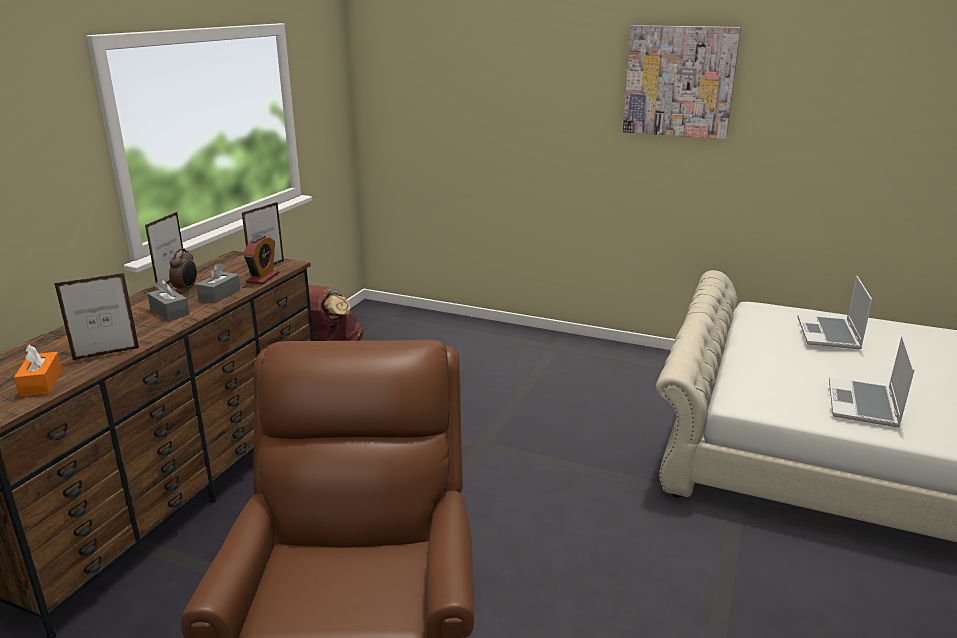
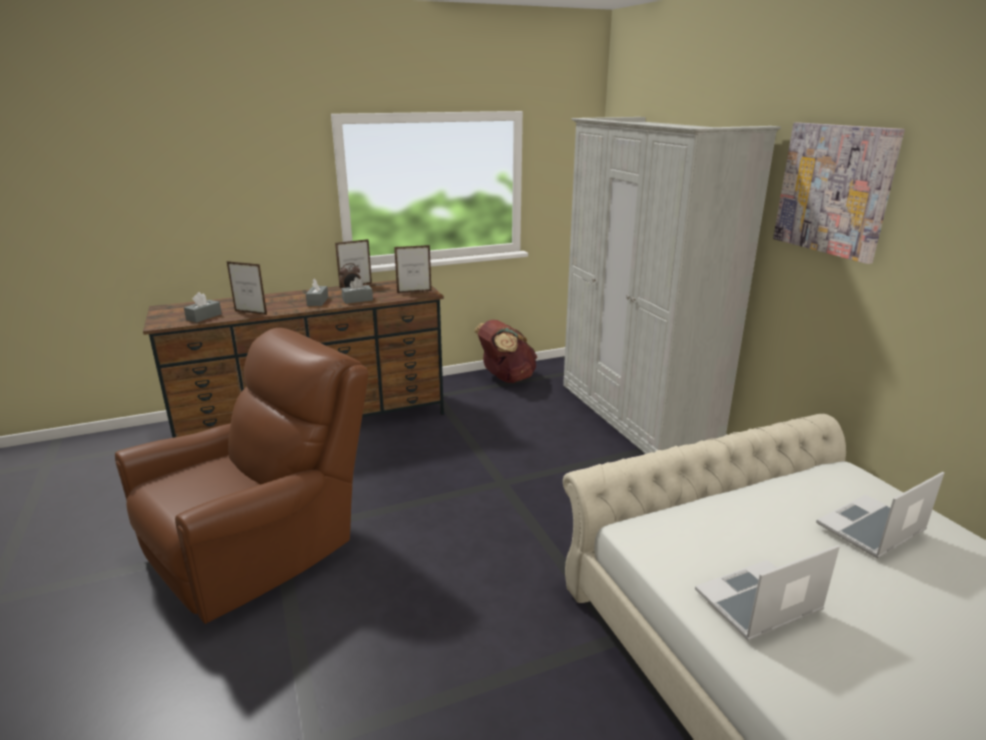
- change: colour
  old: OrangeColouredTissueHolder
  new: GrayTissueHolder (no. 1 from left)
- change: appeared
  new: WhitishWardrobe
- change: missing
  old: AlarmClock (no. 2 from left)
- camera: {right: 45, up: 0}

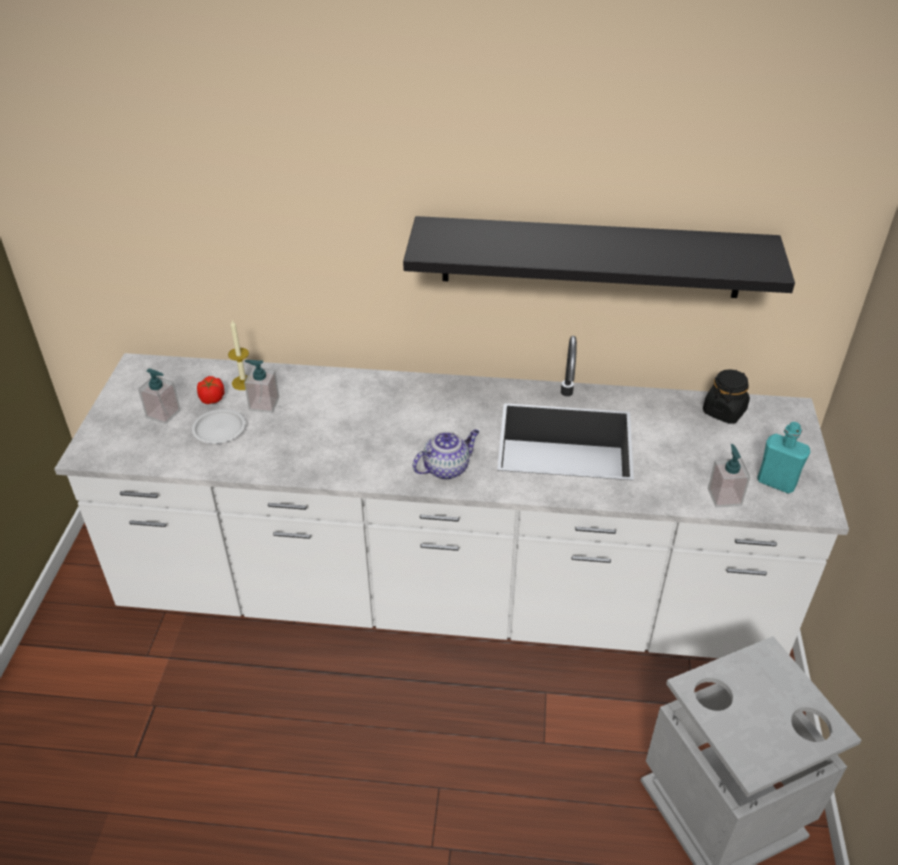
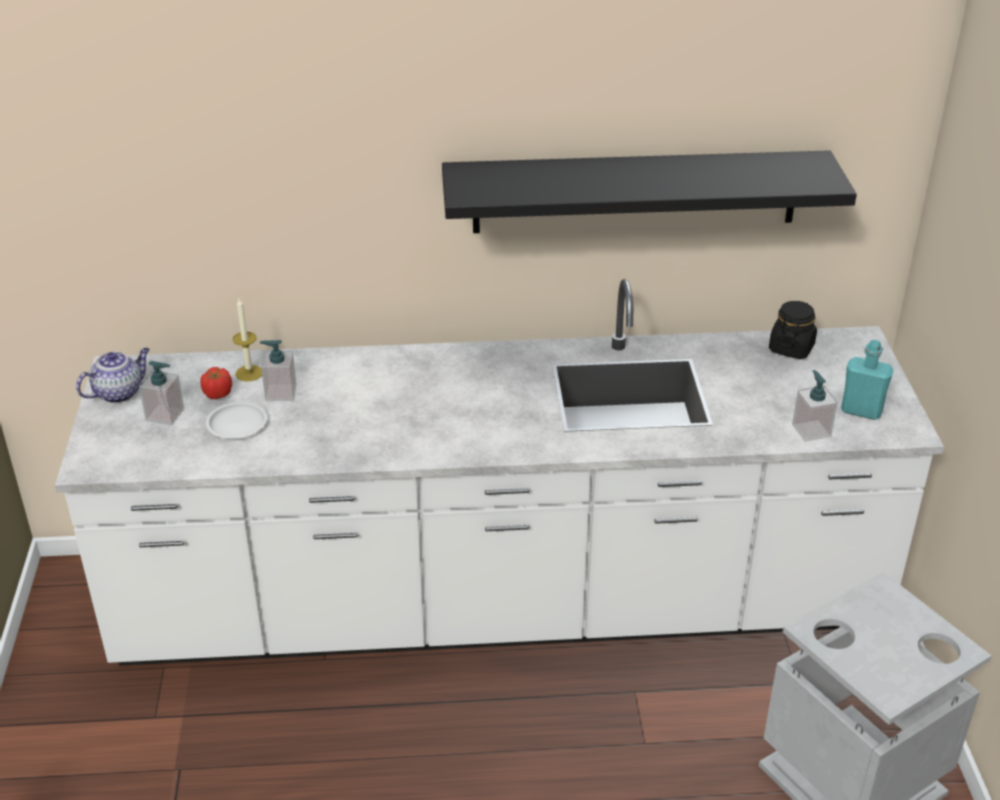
- change: relocated
  old: PotForTea
- camera: {right: -10, up: -5}

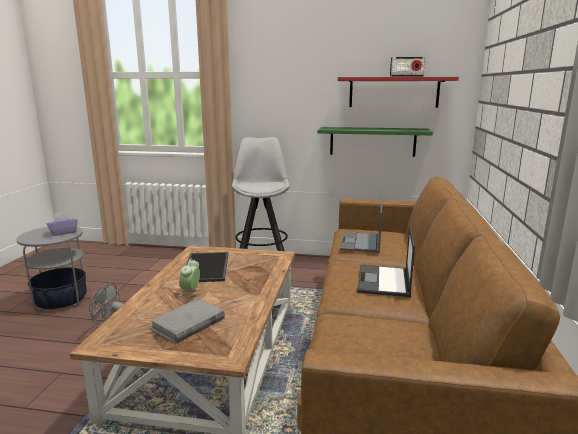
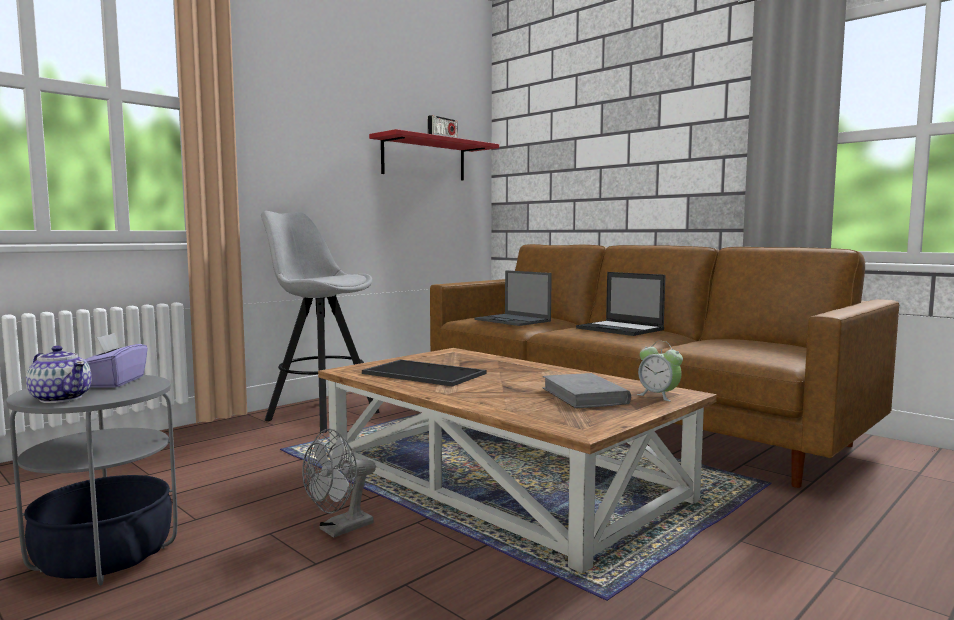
- change: appeared
  new: PotForTea
- change: relocated
  old: AlarmClock
- change: missing
  old: GreenShelf
- camera: {right: -55, up: -10}

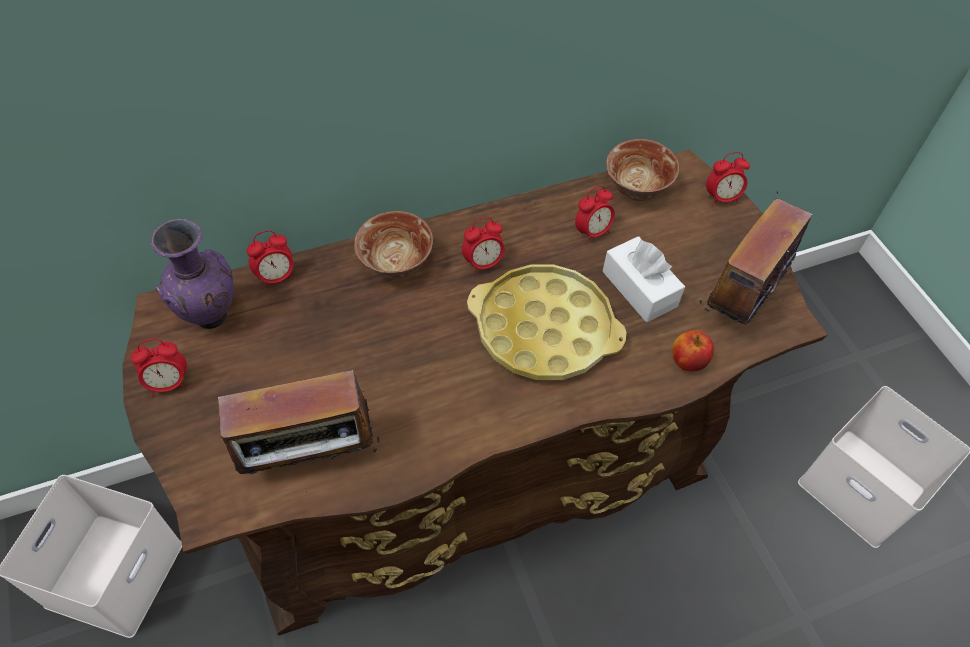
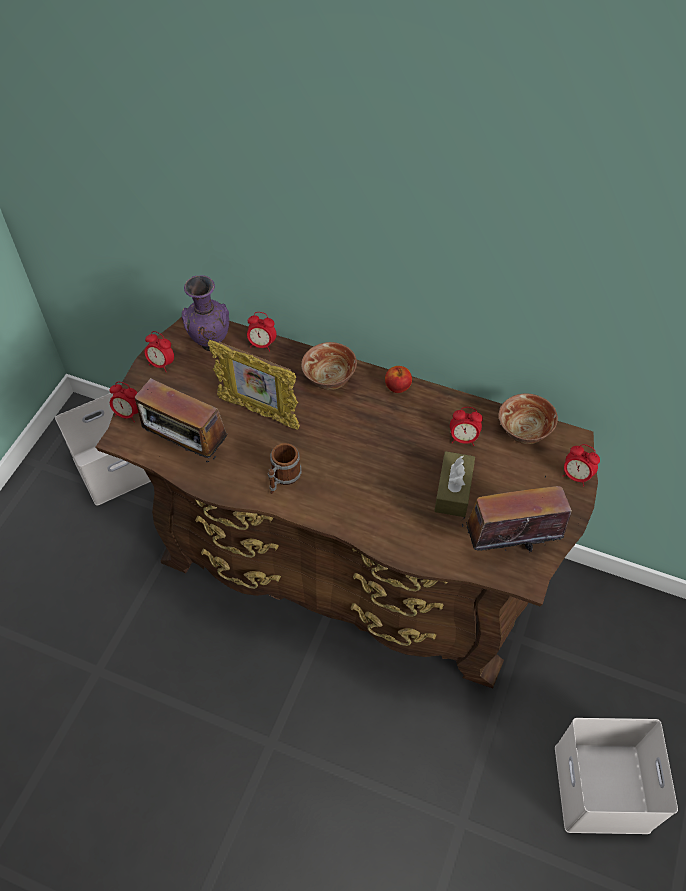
- change: relocated
  old: AlarmClock (no. 3 from left in the first image)
  new: AlarmClock (no. 1 from left)
- change: appeared
  new: PhotoFrame
- change: appeared
  new: CoffeeMug
- change: relocated
  old: Apple
- change: colour
  old: WhitishTissueHolder
  new: BrownColouredTissueHolder
- change: missing
  old: YellowTray
- camera: {right: 45, up: 0}

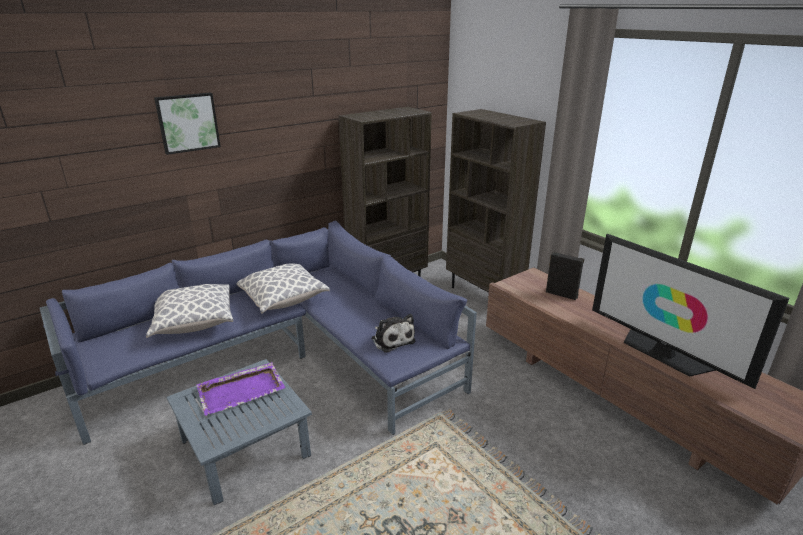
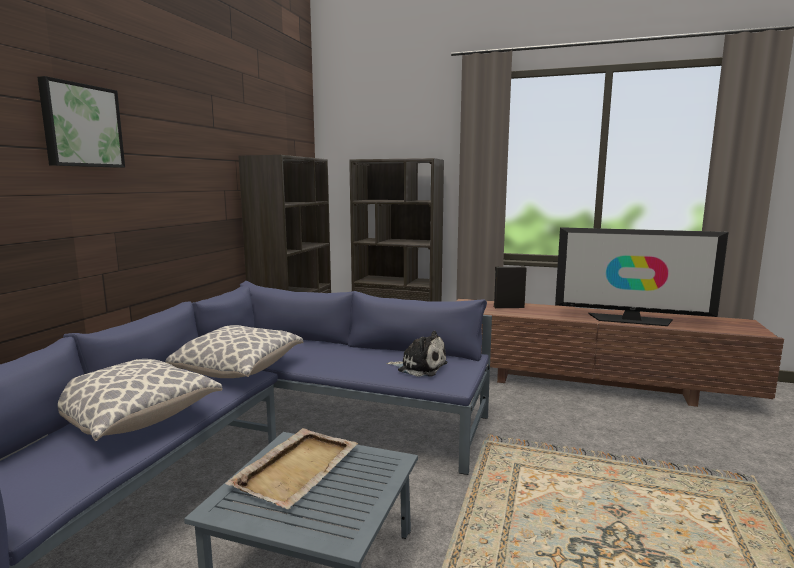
- change: colour
  old: PurpleColouredTray
  new: BeigeColouredTray
- camera: {right: -35, up: -15}

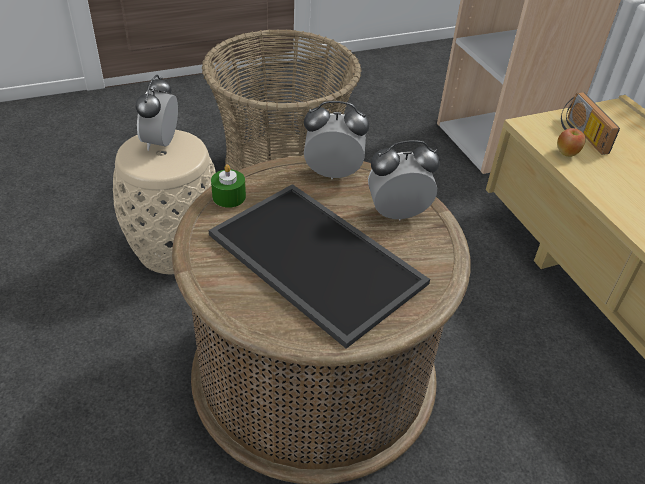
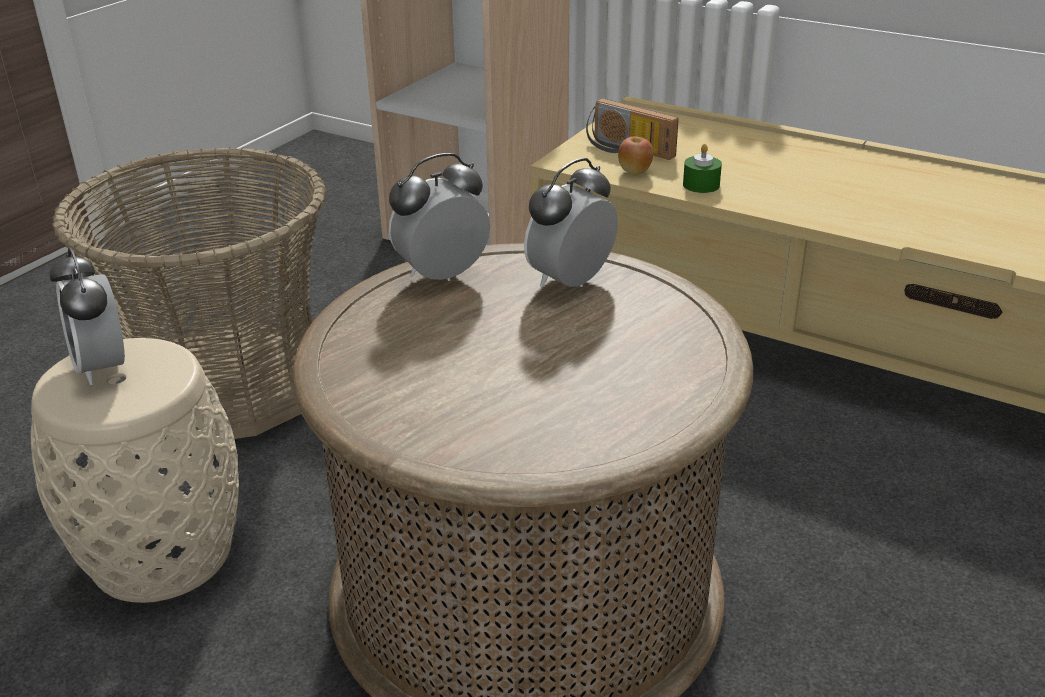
- change: relocated
  old: GreenCandle
- change: missing
  old: Tray
- camera: {right: -35, up: -10}

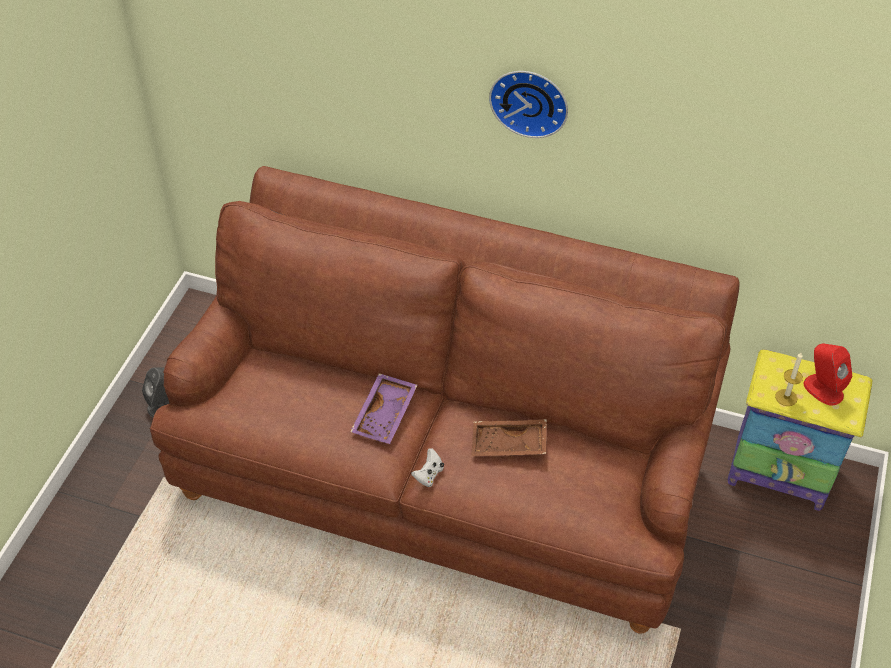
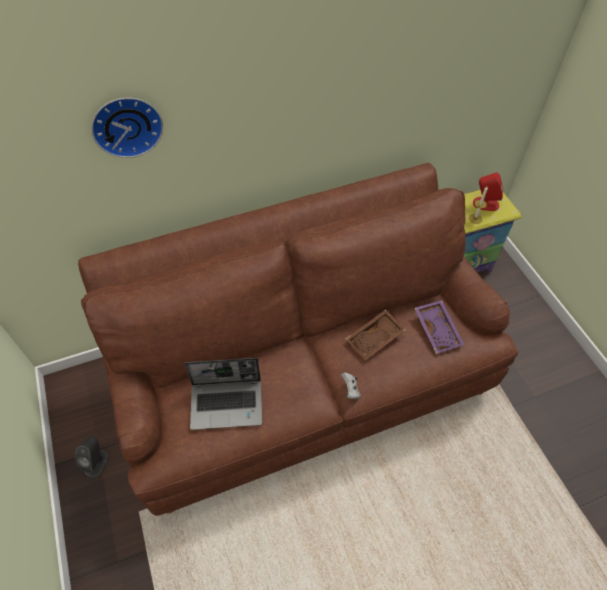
- change: relocated
  old: ClockOnTheWall
- change: appeared
  new: Laptop
- change: relocated
  old: PurpleColouredTray
- camera: {right: -40, up: 5}

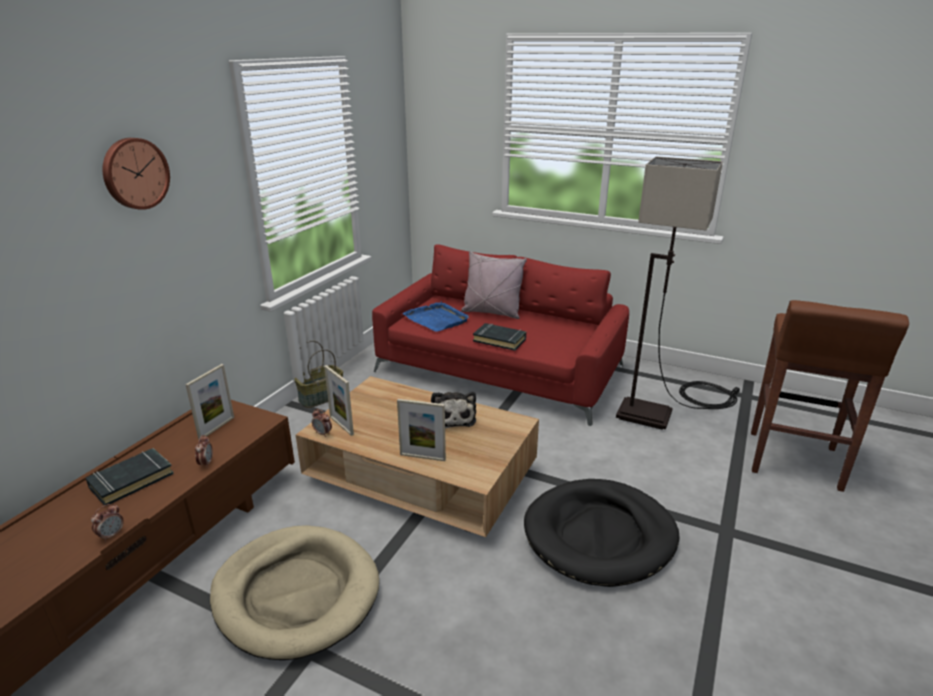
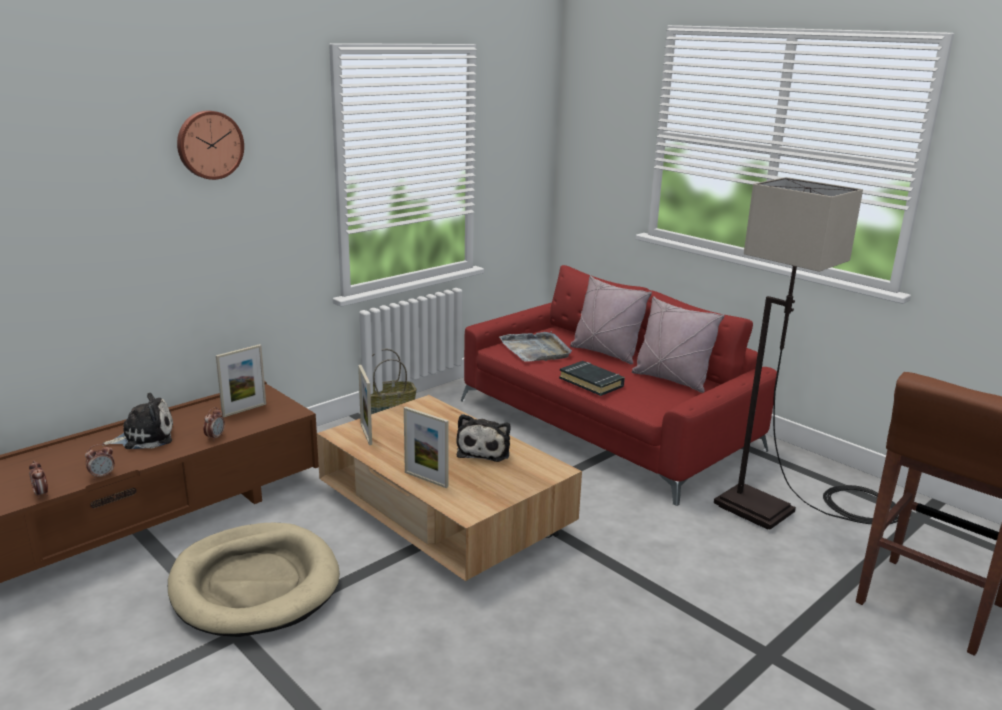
- change: relocated
  old: AlarmClock (no. 3 from left in the first image)
  new: AlarmClock (no. 1 from left)
- change: exchanged
  old: BlackBook (no. 1 from left)
  new: SoftToy (no. 1 from left)
- change: colour
  old: BlueColouredTray
  new: GrayTray
- change: appeared
  new: PurpleColouredCushion (no. 2 from left)
- change: missing
  old: BlackDogCushion
- camera: {right: 20, up: -5}

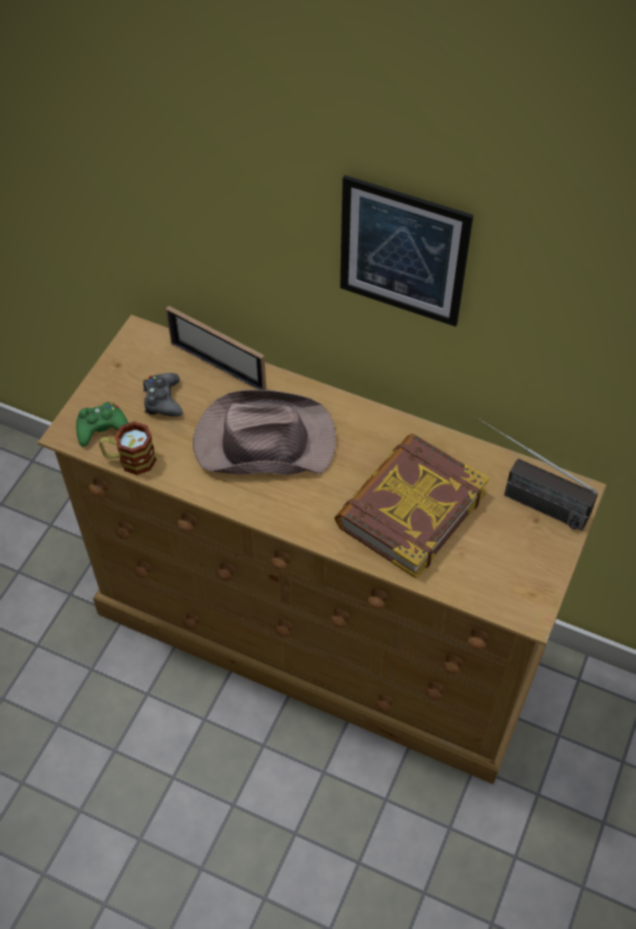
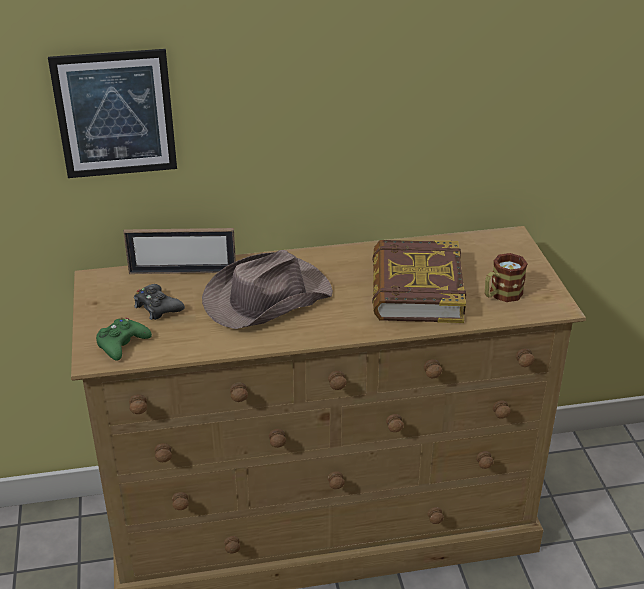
- change: relocated
  old: WallPicture
- change: relocated
  old: CoffeeMug
- change: missing
  old: RadioReceiver
- camera: {right: -35, up: -20}

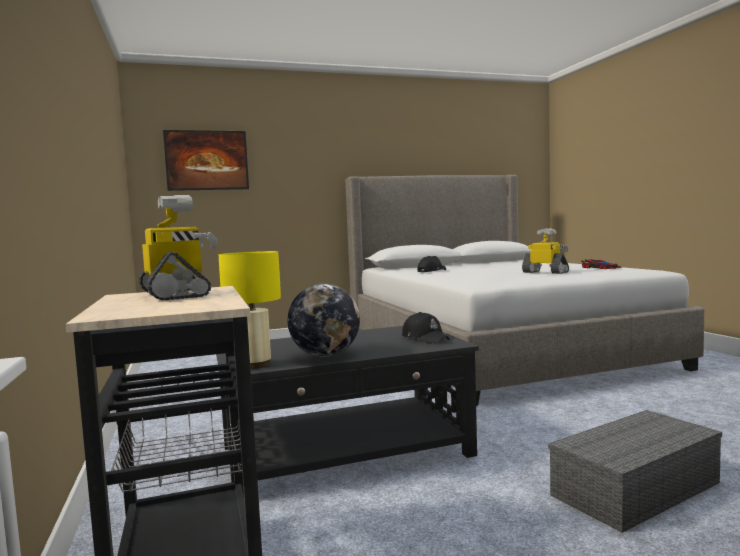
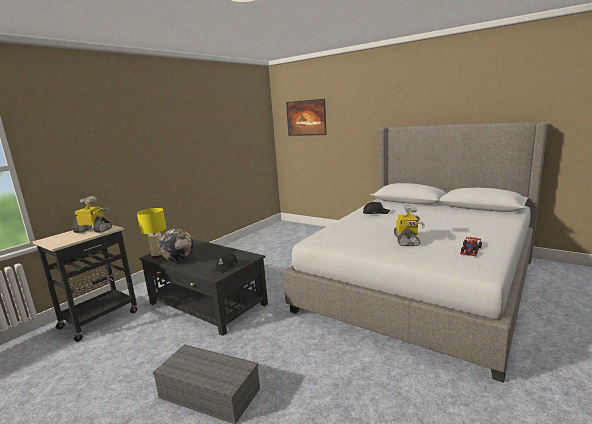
- change: spun
  old: ModelRobot (no. 1 from left)
  degrees: -105
- camera: {right: 55, up: 10}

